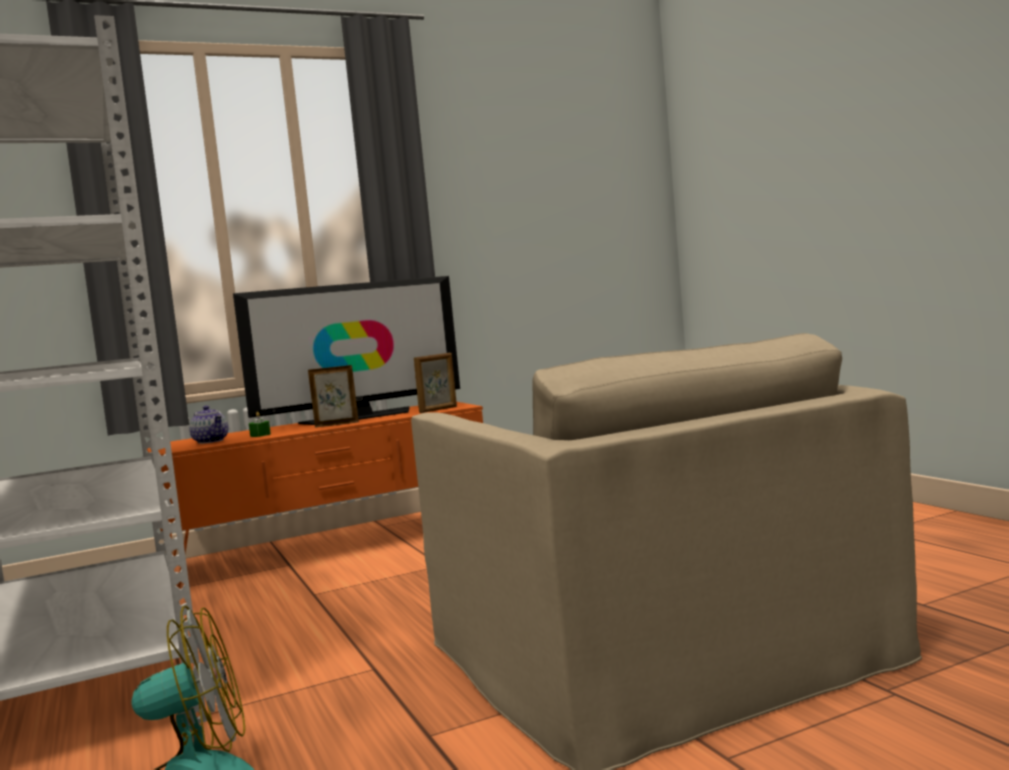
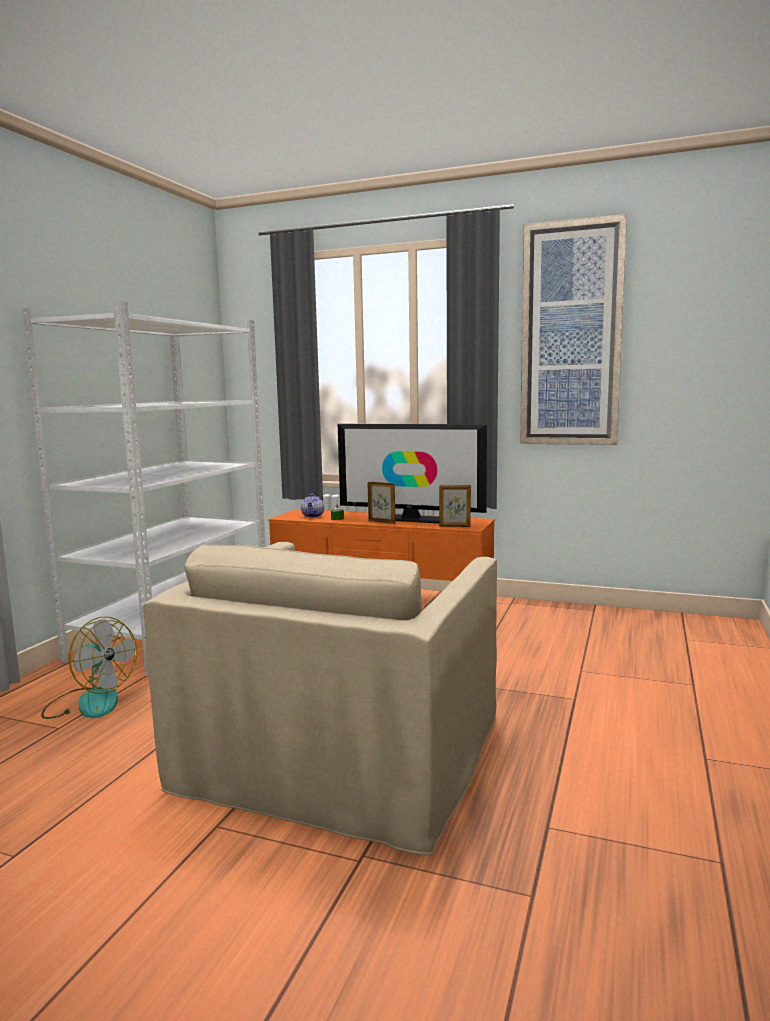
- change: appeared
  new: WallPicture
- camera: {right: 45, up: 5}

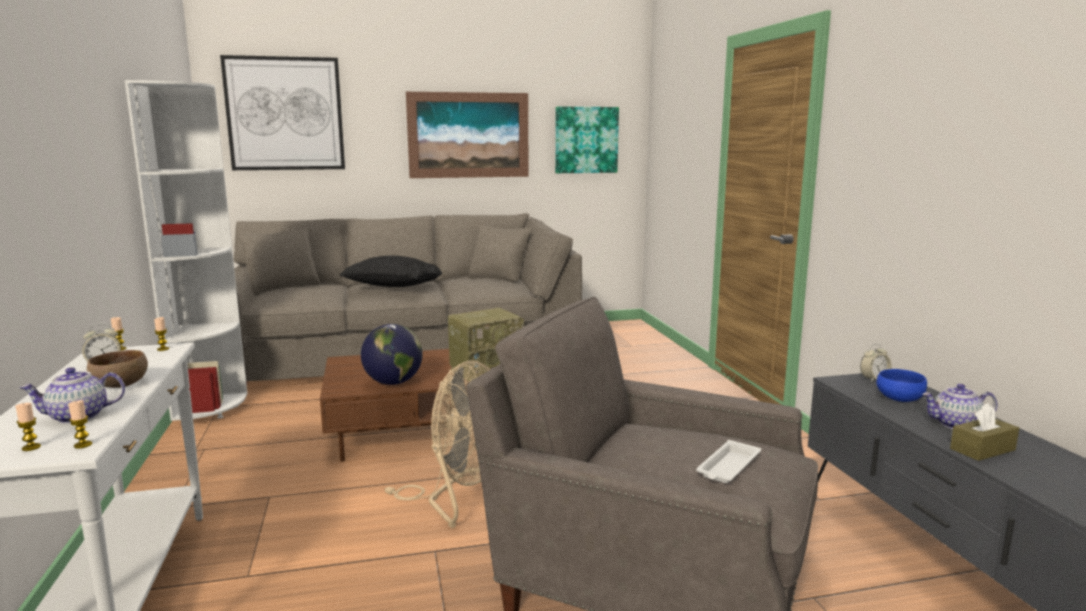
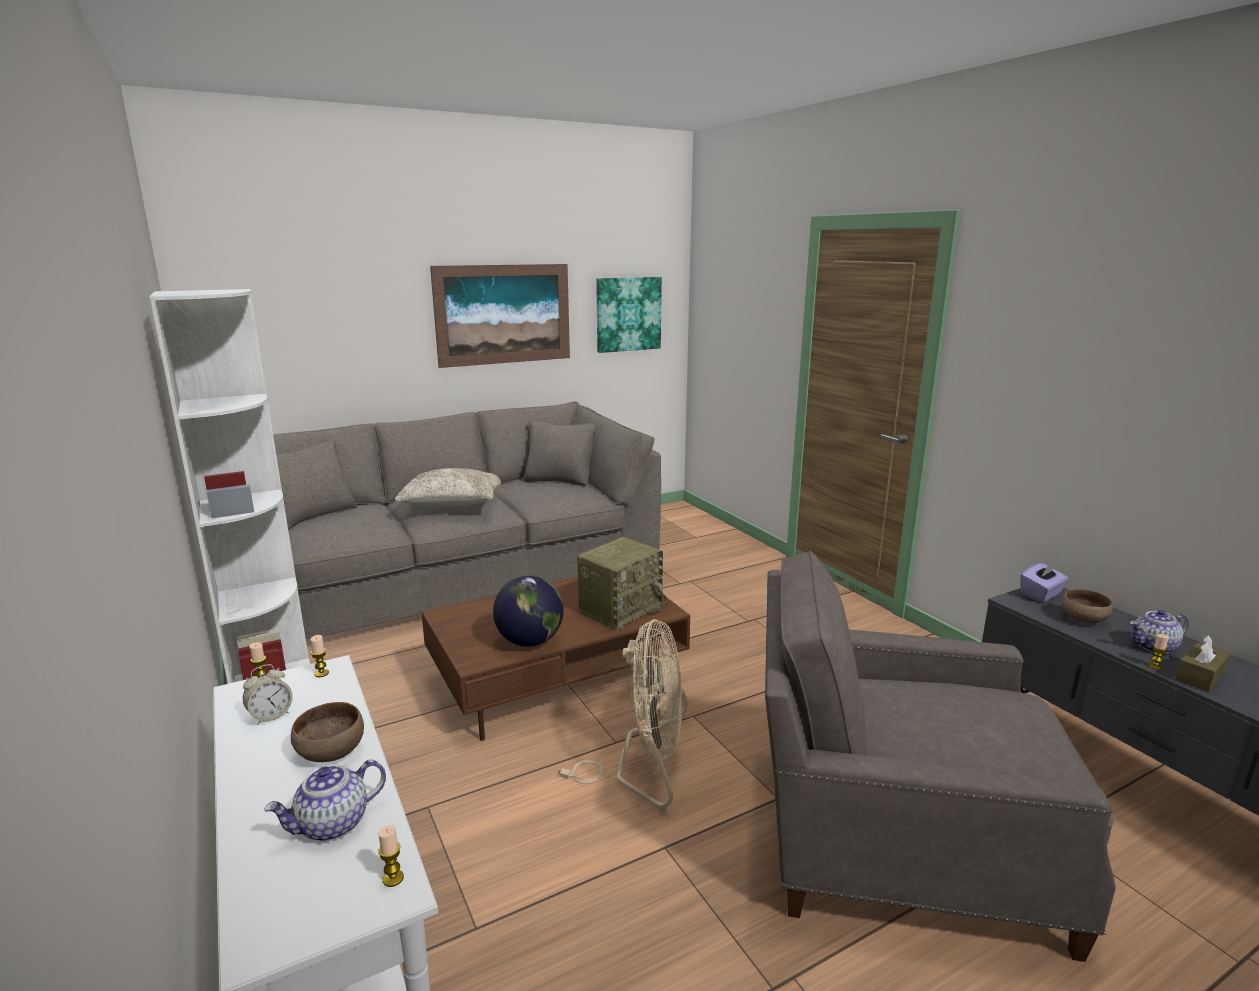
- change: colour
  old: BlackCushion
  new: BeigeColouredCushion
- change: exchanged
  old: AlarmClock (no. 2 from left)
  new: PurpleColouredTissueHolder
- change: colour
  old: BlueColouredServingBowl
  new: BrownColouredServingBowl (no. 2 from left)
- change: relocated
  old: Candle (no. 1 from left in the first image)
  new: Candle (no. 4 from left)
- change: missing
  old: WallPicture (no. 1 from left)
- change: missing
  old: WhitishTray
- camera: {right: -15, up: 5}

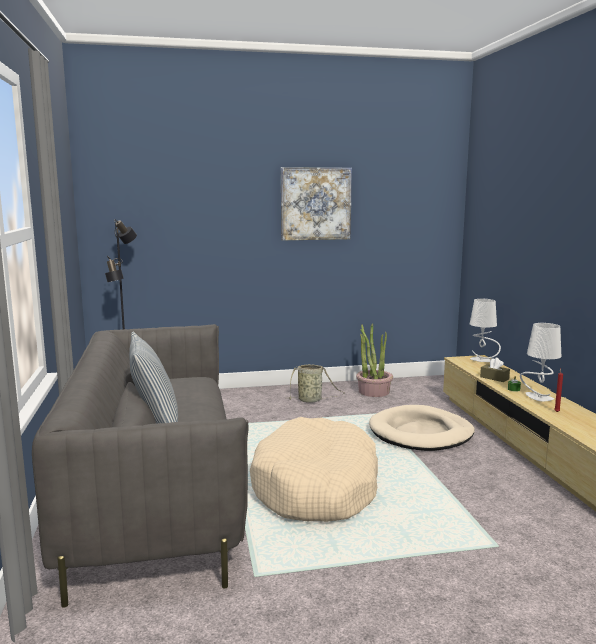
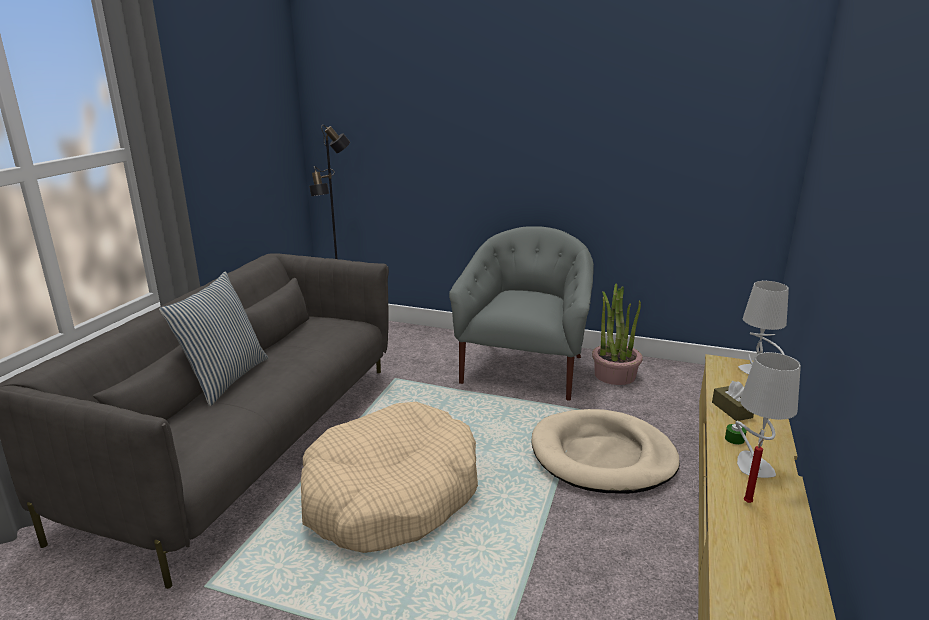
- change: exchanged
  old: Basket
  new: GrayArmchair
- change: missing
  old: WallPicture
- camera: {right: 30, up: 10}

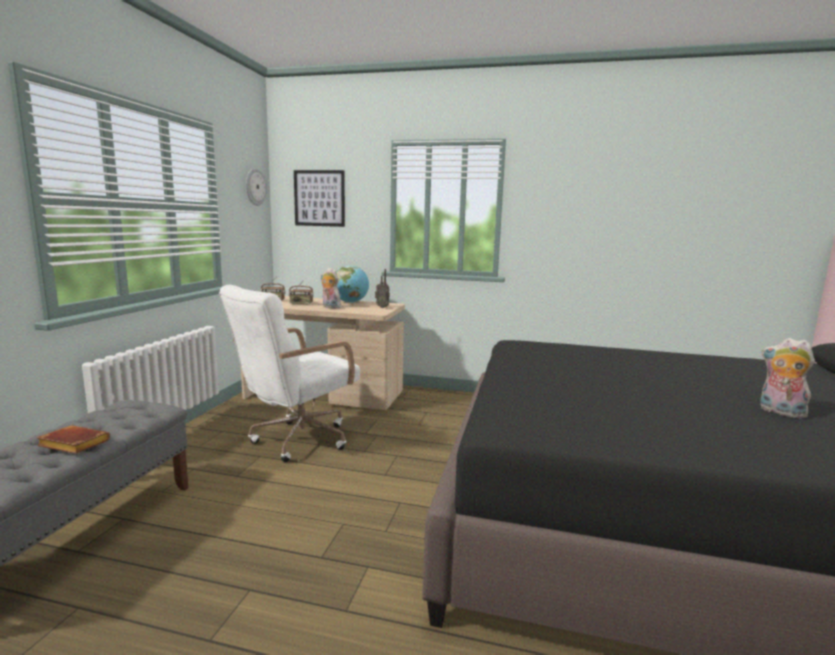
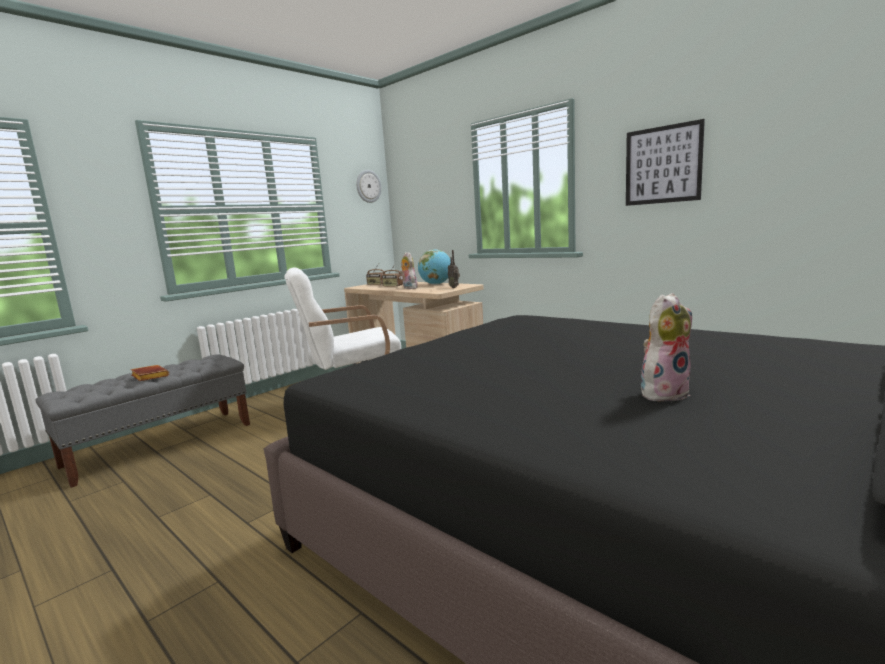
- change: relocated
  old: WallPicture
- change: spun
  old: SoftToy (no. 2 from left)
  degrees: 75
- camera: {right: 30, up: 0}

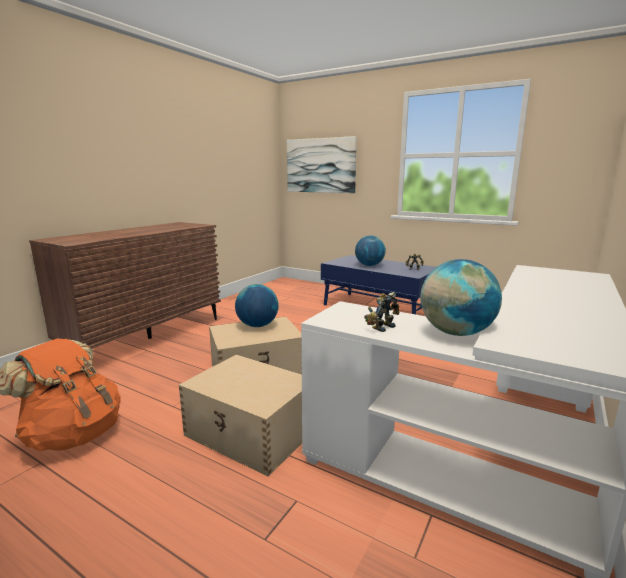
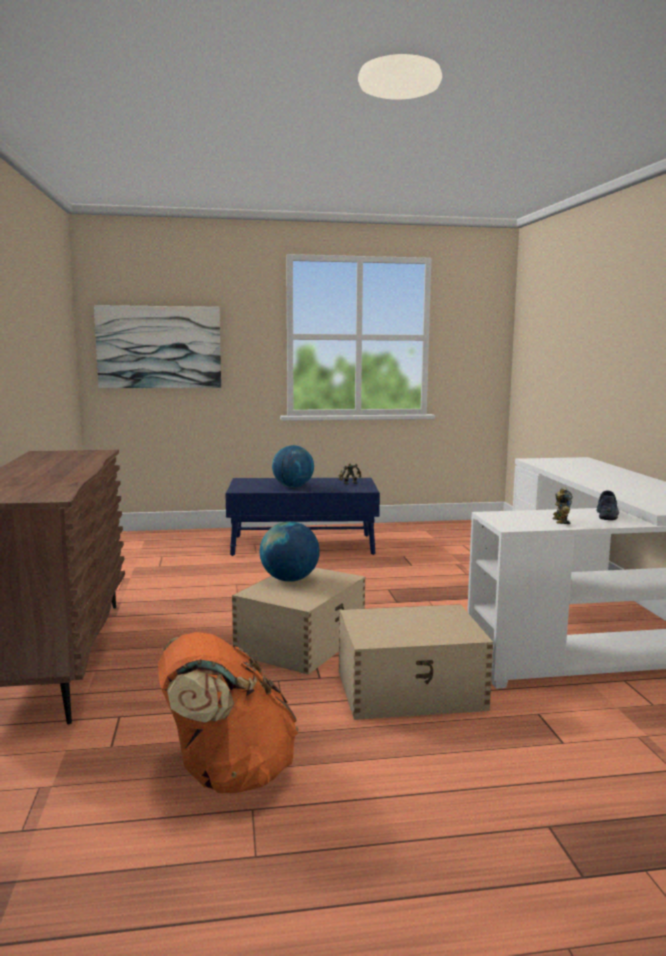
- change: exchanged
  old: WorldGlobe (no. 3 from left)
  new: ItemOfFootwear
- camera: {right: -40, up: -5}

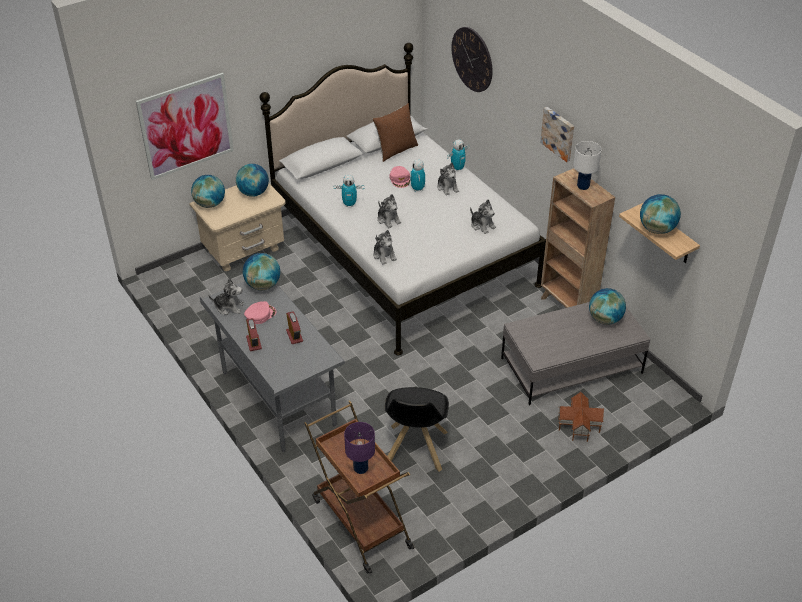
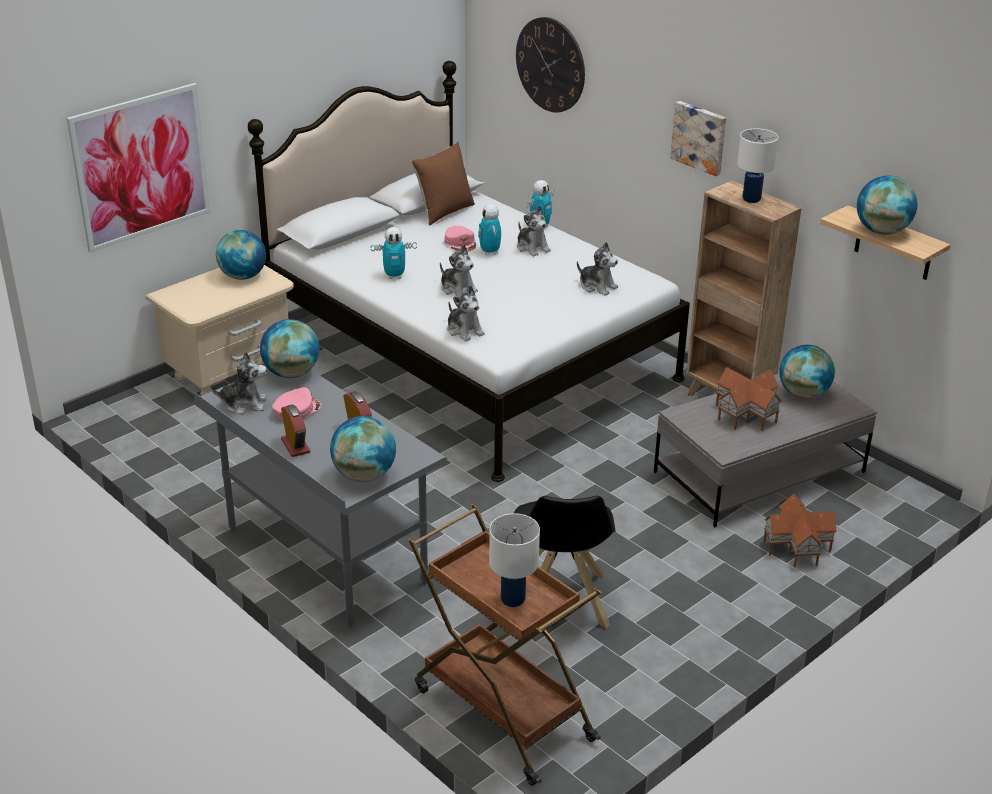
- change: relocated
  old: WorldGlobe (no. 1 from left in the first image)
  new: WorldGlobe (no. 3 from left)
- change: colour
  old: PurpleColouredTabletopLamp
  new: WhitishTabletopLamp (no. 1 from left)
- change: appeared
  new: ModelHouse (no. 1 from left)
- camera: {right: -10, up: -10}

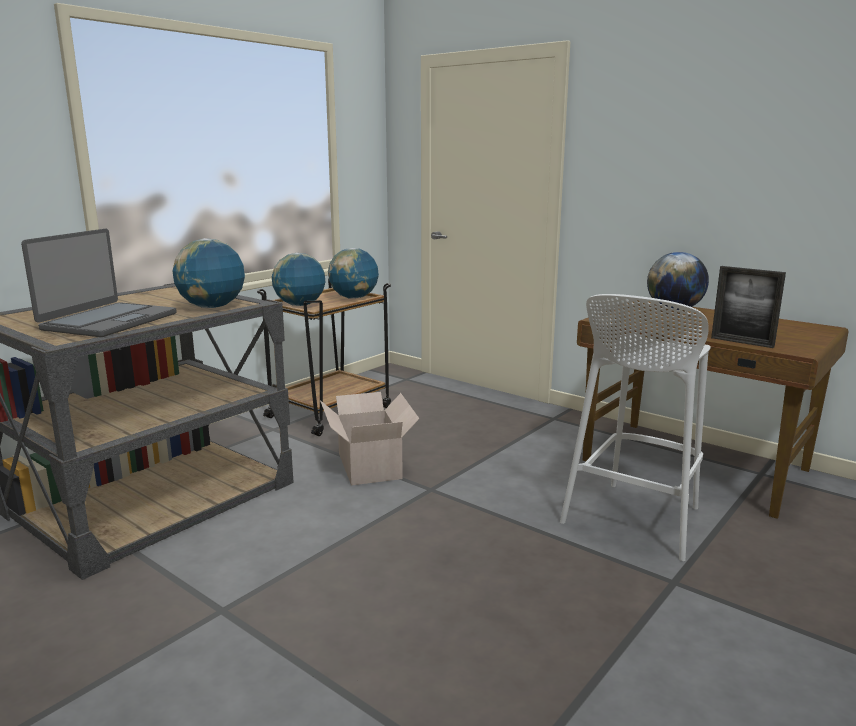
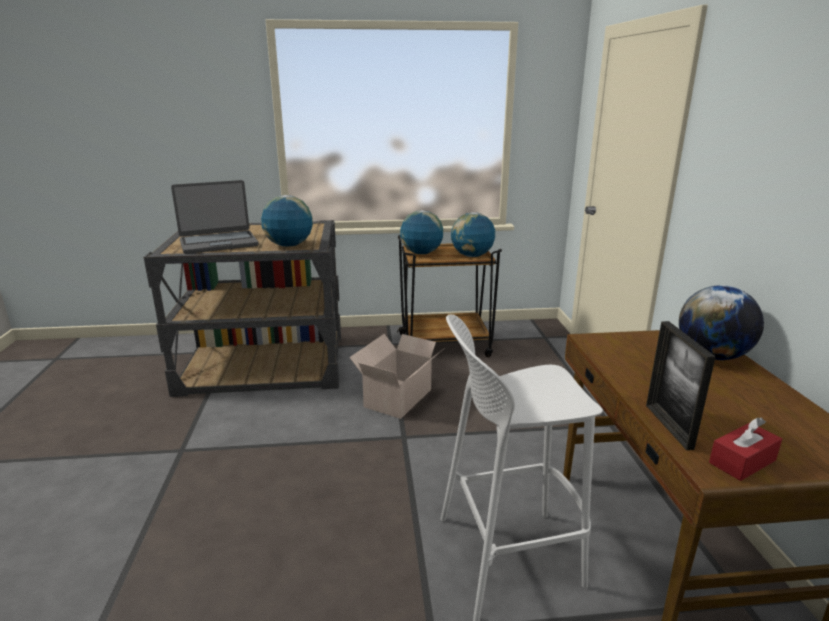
- change: appeared
  new: ReddishTissueHolder
- camera: {right: 45, up: 5}

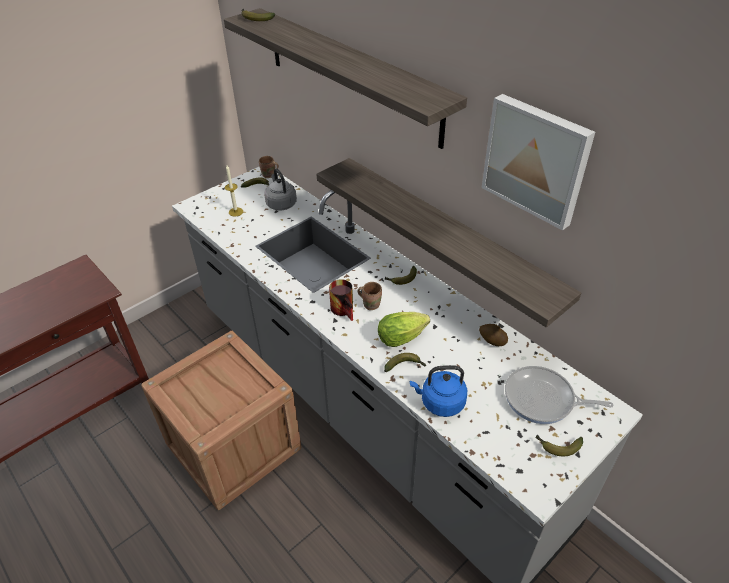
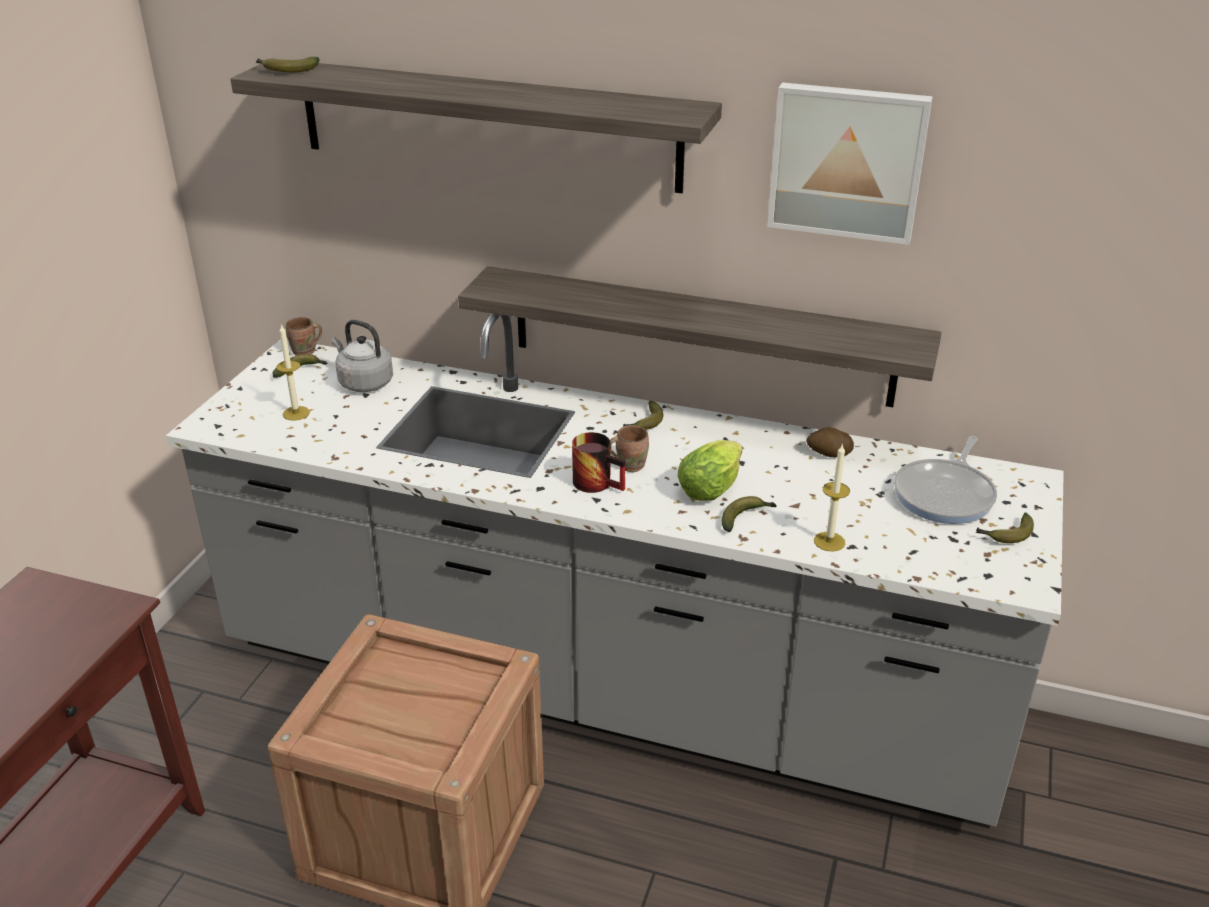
- change: exchanged
  old: BlueColouredKettle
  new: Candle (no. 2 from left)
- change: spun
  old: Pan
  degrees: -45
- camera: {right: -30, up: -10}

